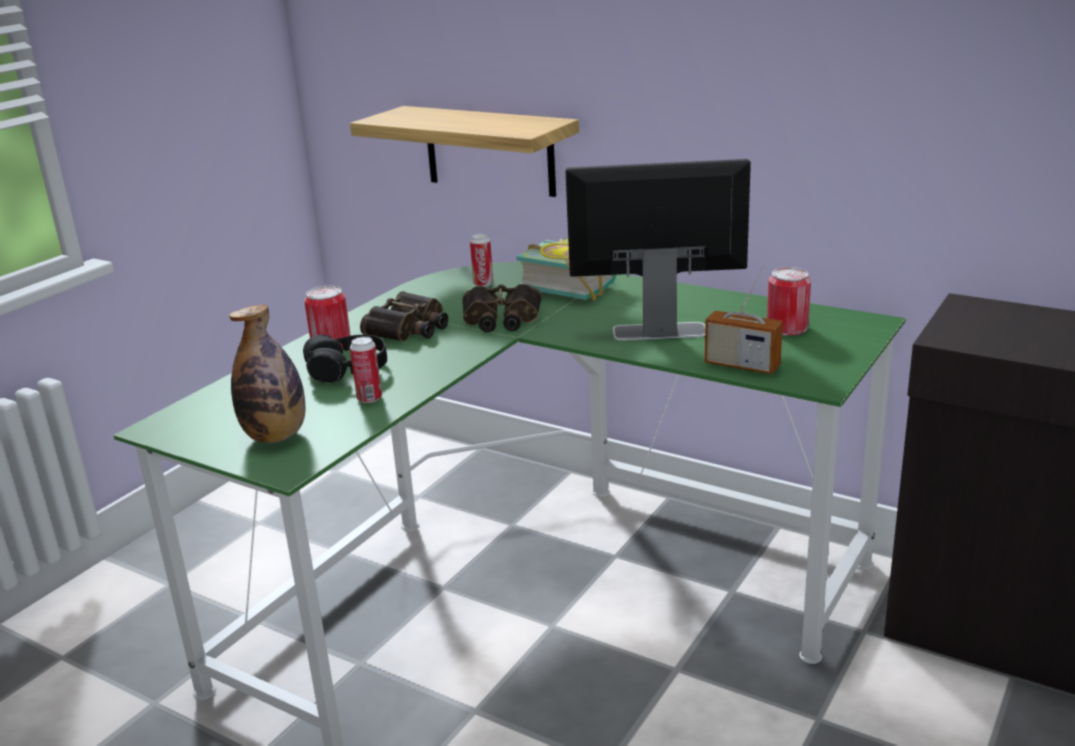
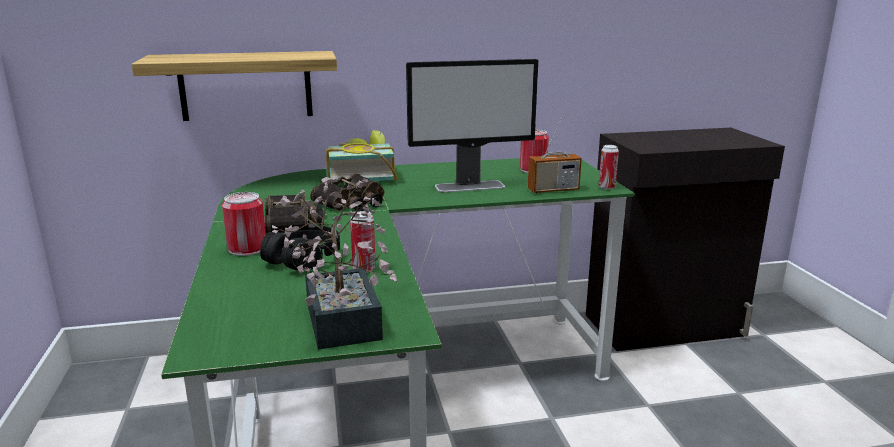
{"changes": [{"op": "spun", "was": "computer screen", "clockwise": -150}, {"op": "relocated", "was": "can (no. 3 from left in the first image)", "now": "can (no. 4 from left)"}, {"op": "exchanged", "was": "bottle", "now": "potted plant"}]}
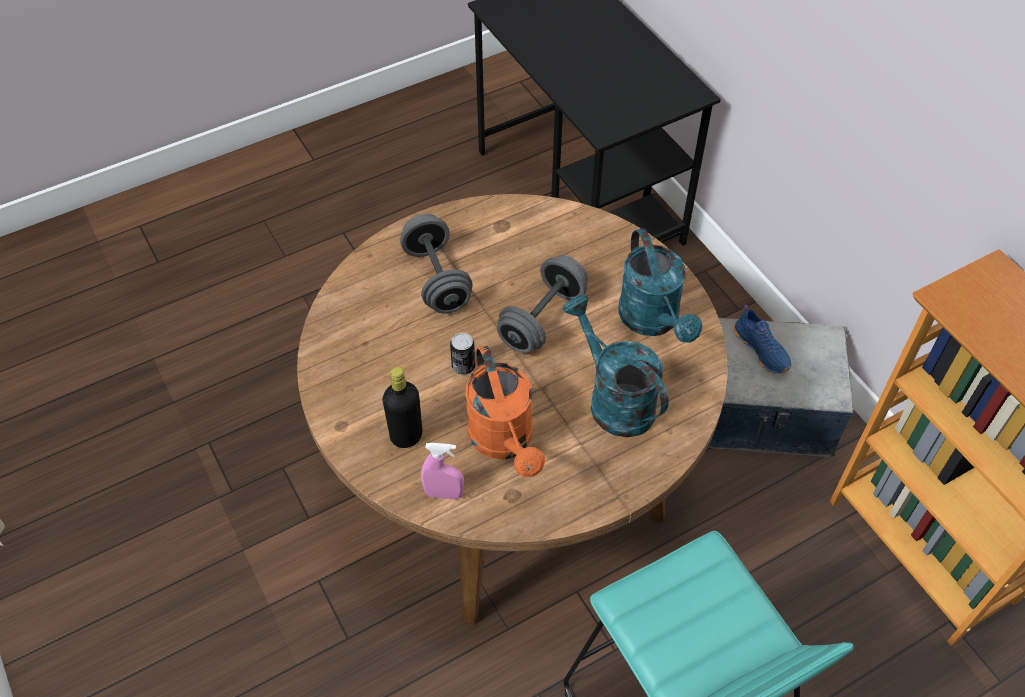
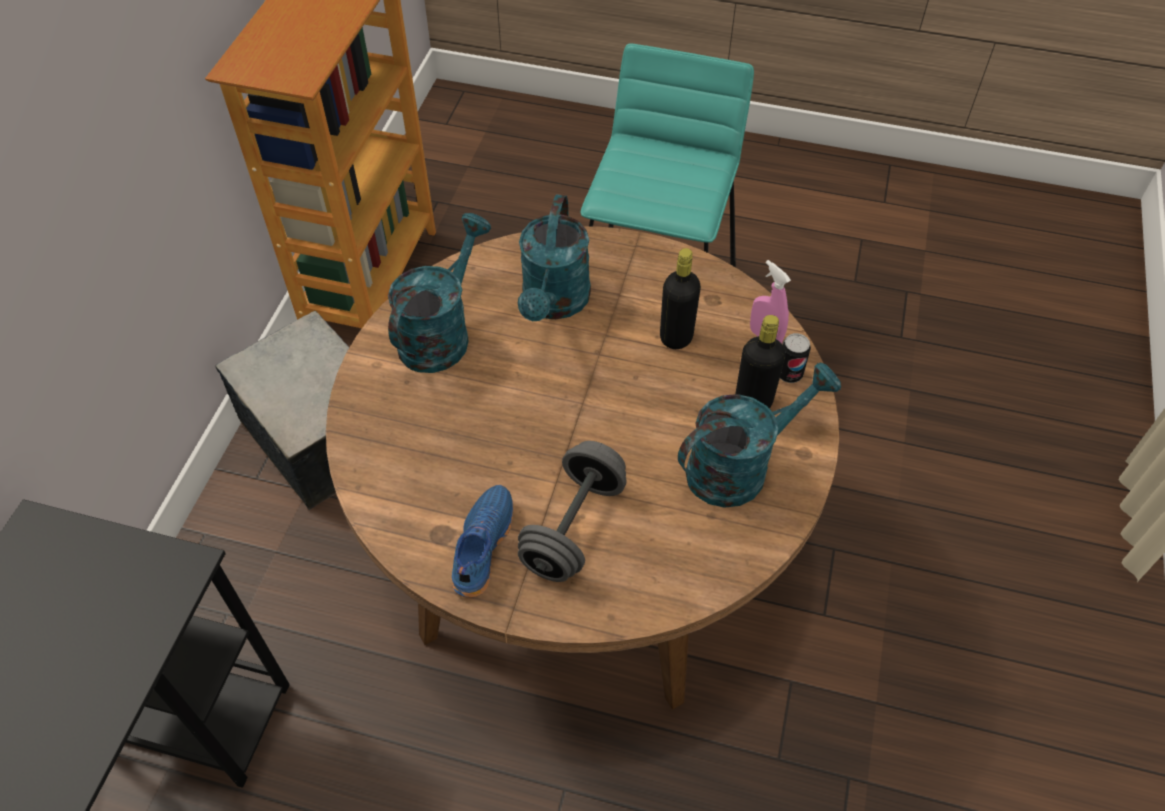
{"changes": [{"op": "missing", "was": "greyish hand weight (no. 2 from left)"}, {"op": "relocated", "was": "blue shoe"}, {"op": "relocated", "was": "can"}, {"op": "exchanged", "was": "orange-coloured watering can", "now": "black-coloured bottle (no. 1 from left)"}, {"op": "appeared", "now": "blue-green watering can (no. 3 from left)"}]}
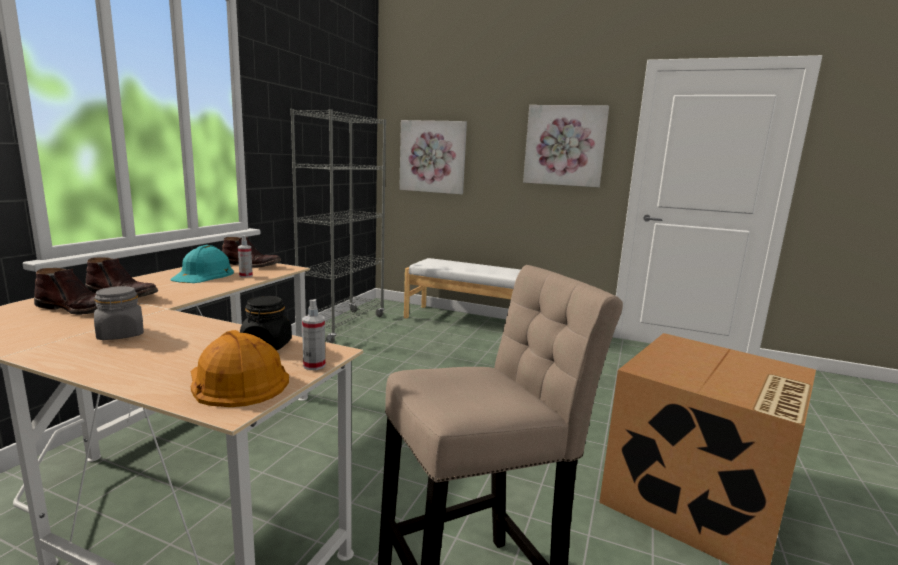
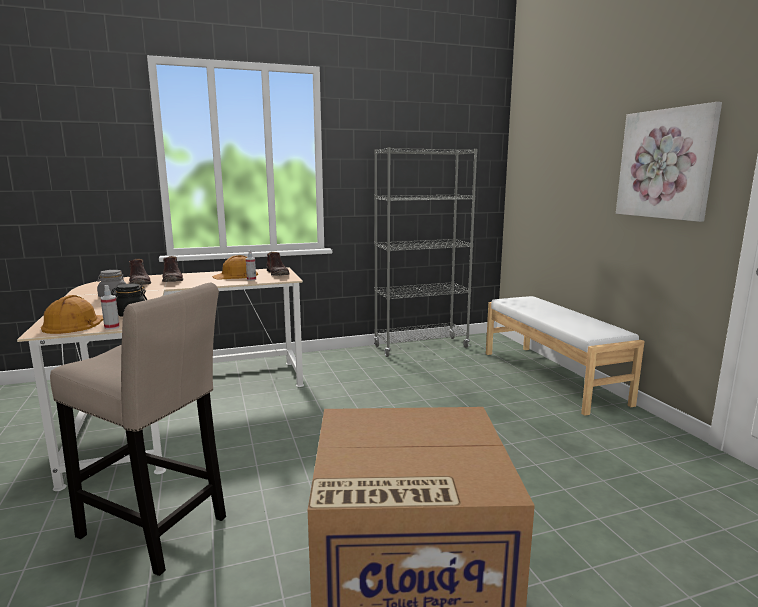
{"changes": [{"op": "missing", "was": "wall art (no. 1 from left)"}, {"op": "colour", "was": "blue-green hard hat", "now": "orange-coloured hard hat (no. 2 from left)"}]}
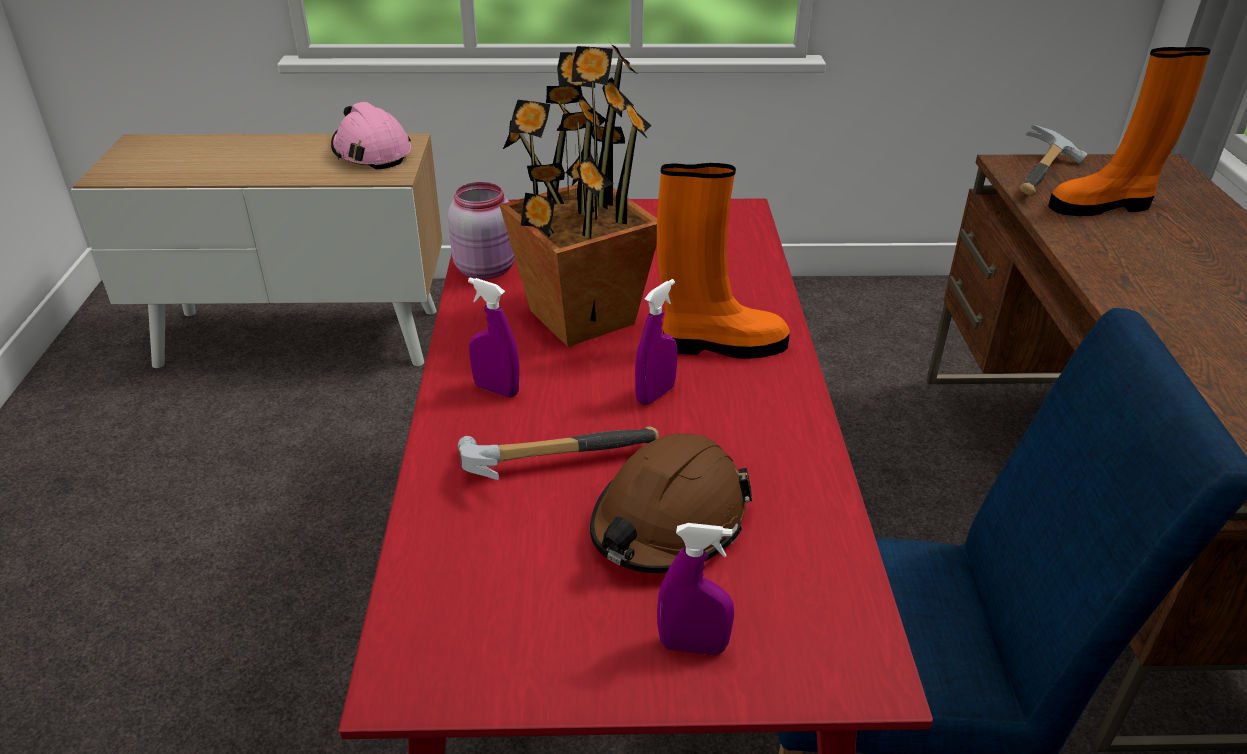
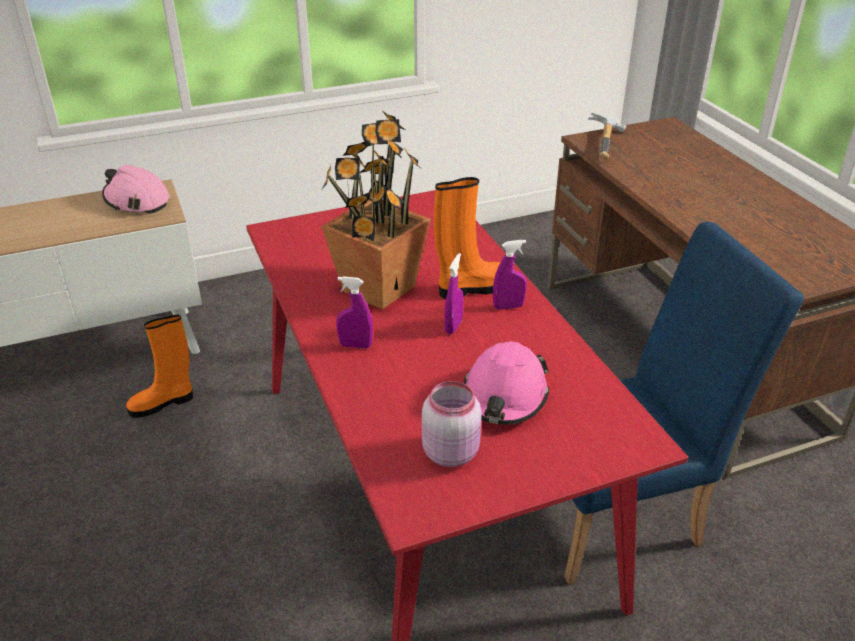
{"changes": [{"op": "relocated", "was": "orange-coloured tall boot (no. 2 from left in the first image)", "now": "orange-coloured tall boot (no. 1 from left)"}, {"op": "relocated", "was": "pink storage jar"}, {"op": "missing", "was": "hammer (no. 1 from left)"}, {"op": "colour", "was": "brown hard hat", "now": "pink hard hat (no. 2 from left)"}, {"op": "relocated", "was": "purple spray bottle (no. 3 from left)"}]}
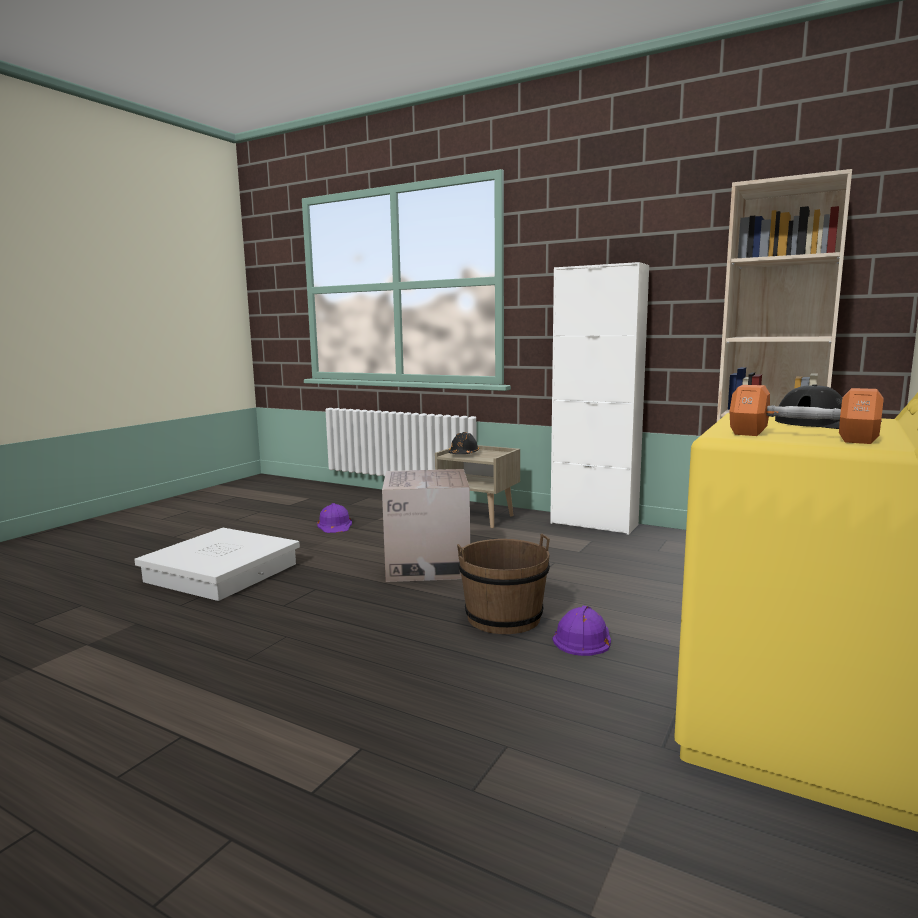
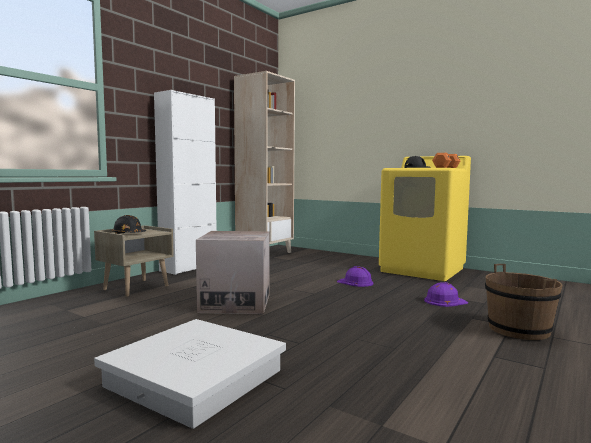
{"changes": [{"op": "relocated", "was": "purple hard hat (no. 1 from left in the first image)", "now": "purple hard hat (no. 2 from left)"}, {"op": "relocated", "was": "brown water bucket"}]}
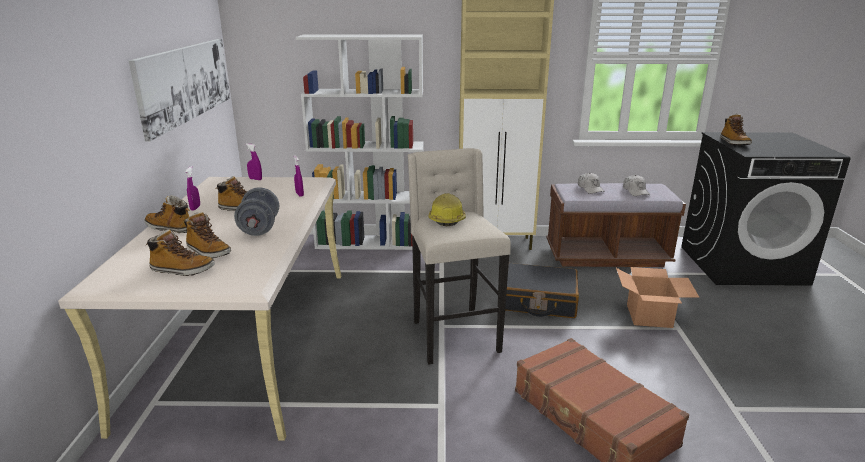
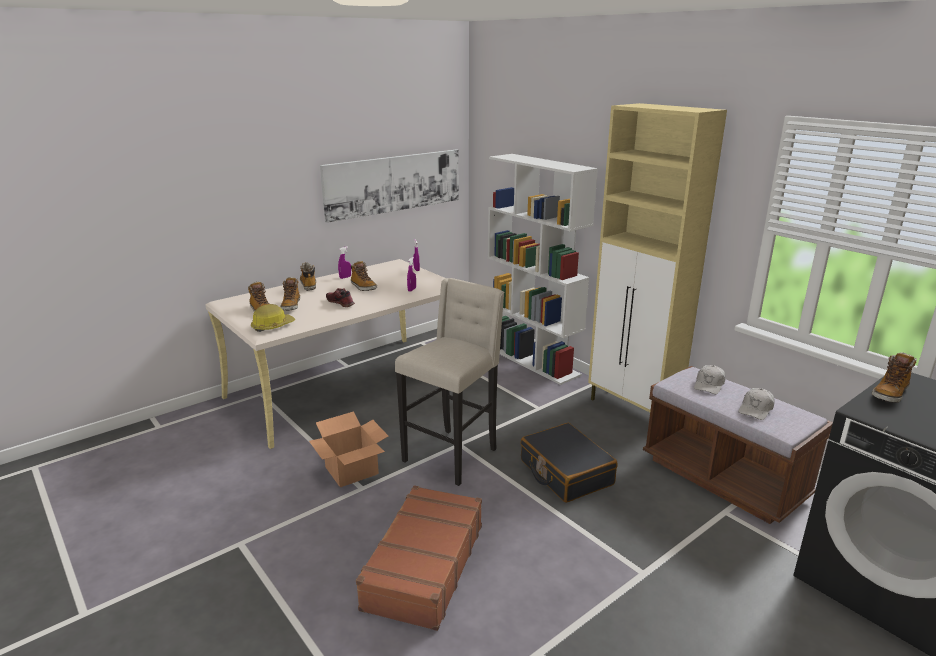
{"changes": [{"op": "exchanged", "was": "greyish hand weight", "now": "shoe"}, {"op": "relocated", "was": "hard hat"}, {"op": "relocated", "was": "carton"}]}
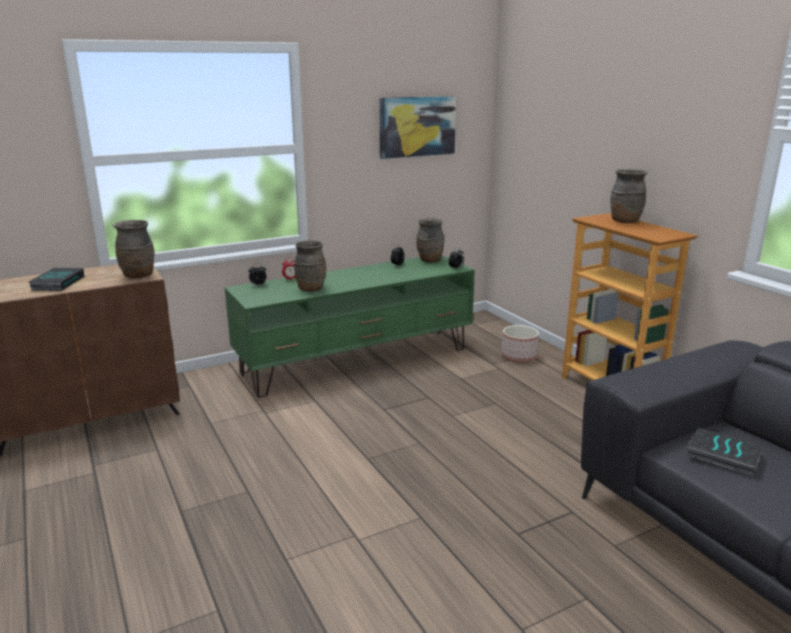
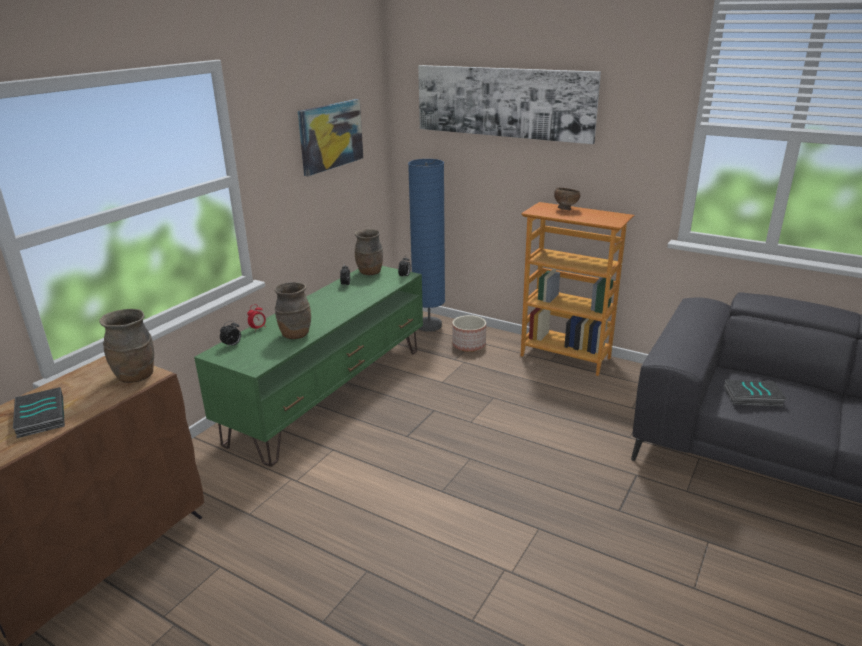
{"changes": [{"op": "exchanged", "was": "brown flower vase (no. 4 from left)", "now": "brown serving bowl"}, {"op": "appeared", "now": "wall art (no. 2 from left)"}, {"op": "appeared", "now": "blue standard lamp"}]}
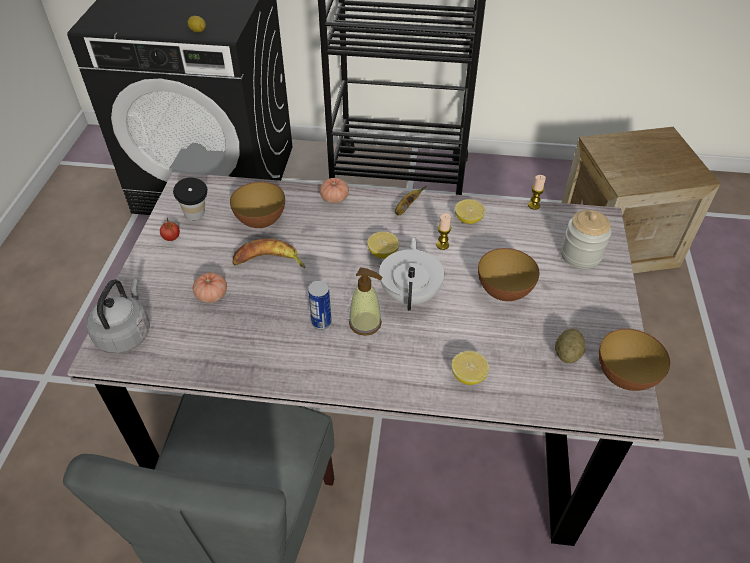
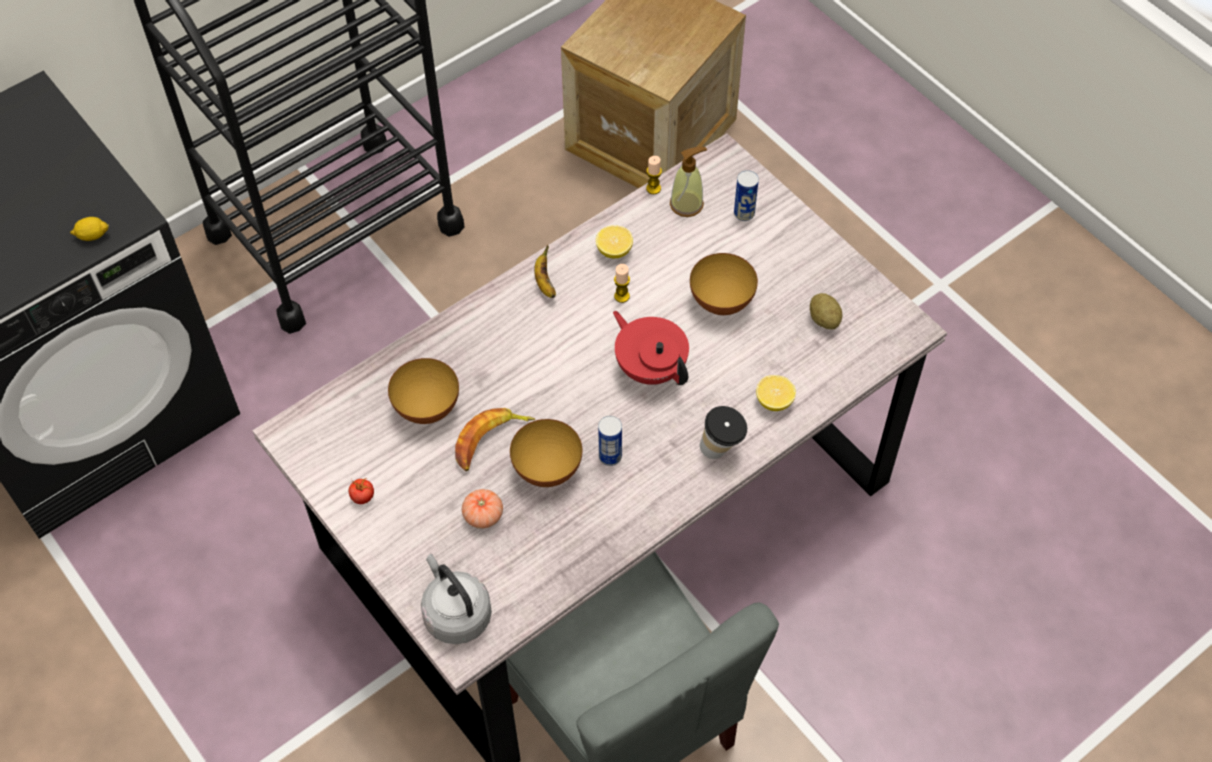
{"changes": [{"op": "relocated", "was": "drinking cup"}, {"op": "missing", "was": "whole tomato (no. 3 from left)"}, {"op": "exchanged", "was": "storage jar", "now": "can (no. 2 from left)"}, {"op": "missing", "was": "lemon (no. 2 from left)"}, {"op": "colour", "was": "whitish teapot", "now": "reddish teapot"}, {"op": "relocated", "was": "soap bottle"}, {"op": "relocated", "was": "serving bowl (no. 3 from left in the first image)", "now": "serving bowl (no. 2 from left)"}]}
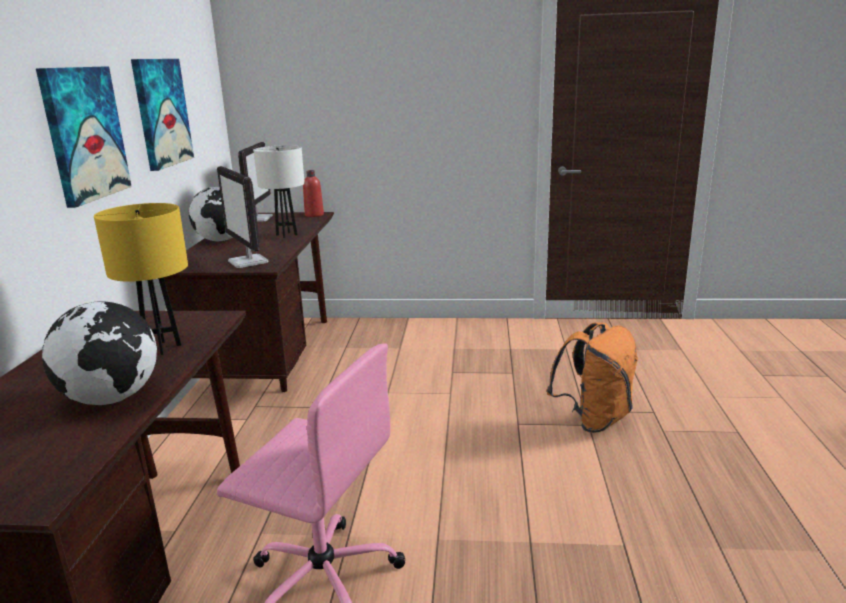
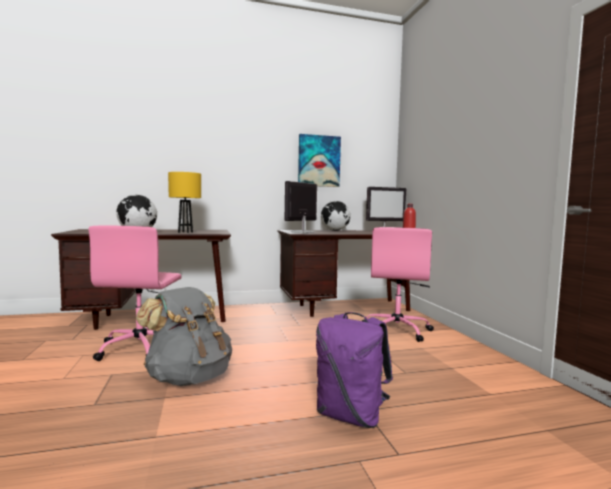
{"changes": [{"op": "missing", "was": "wall art (no. 1 from left)"}, {"op": "missing", "was": "whitish lamp for a table"}, {"op": "colour", "was": "orange-coloured rucksack", "now": "purple rucksack"}, {"op": "appeared", "now": "pink desk chair (no. 2 from left)"}, {"op": "appeared", "now": "greyish rucksack"}]}
